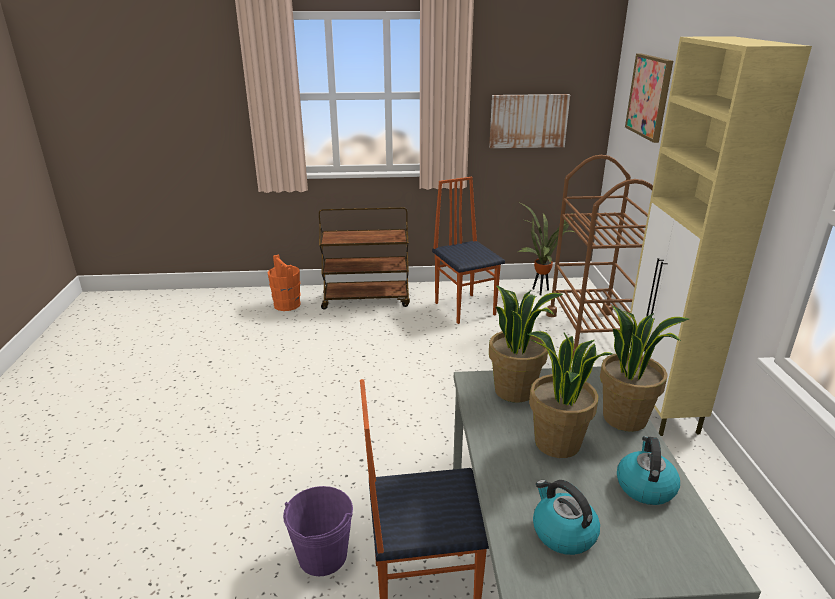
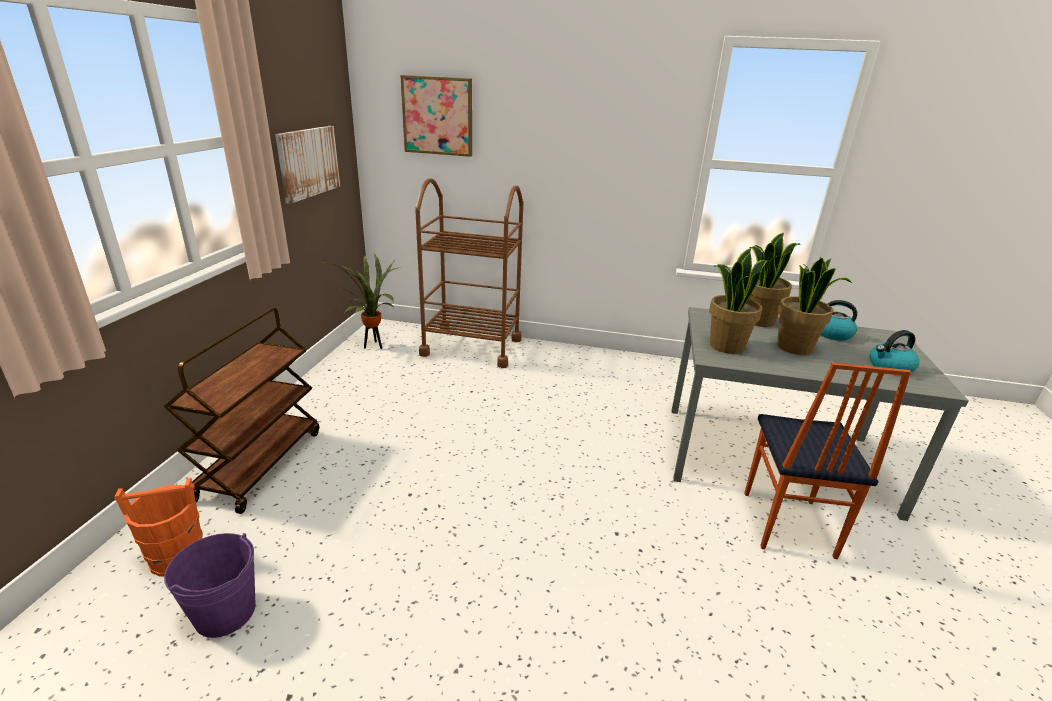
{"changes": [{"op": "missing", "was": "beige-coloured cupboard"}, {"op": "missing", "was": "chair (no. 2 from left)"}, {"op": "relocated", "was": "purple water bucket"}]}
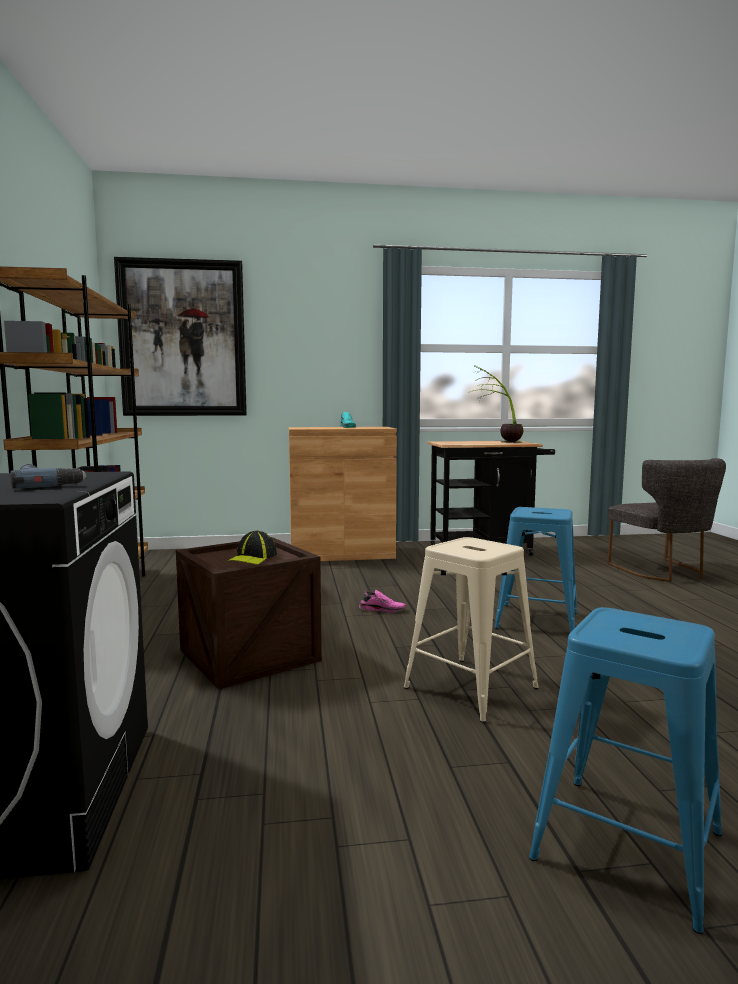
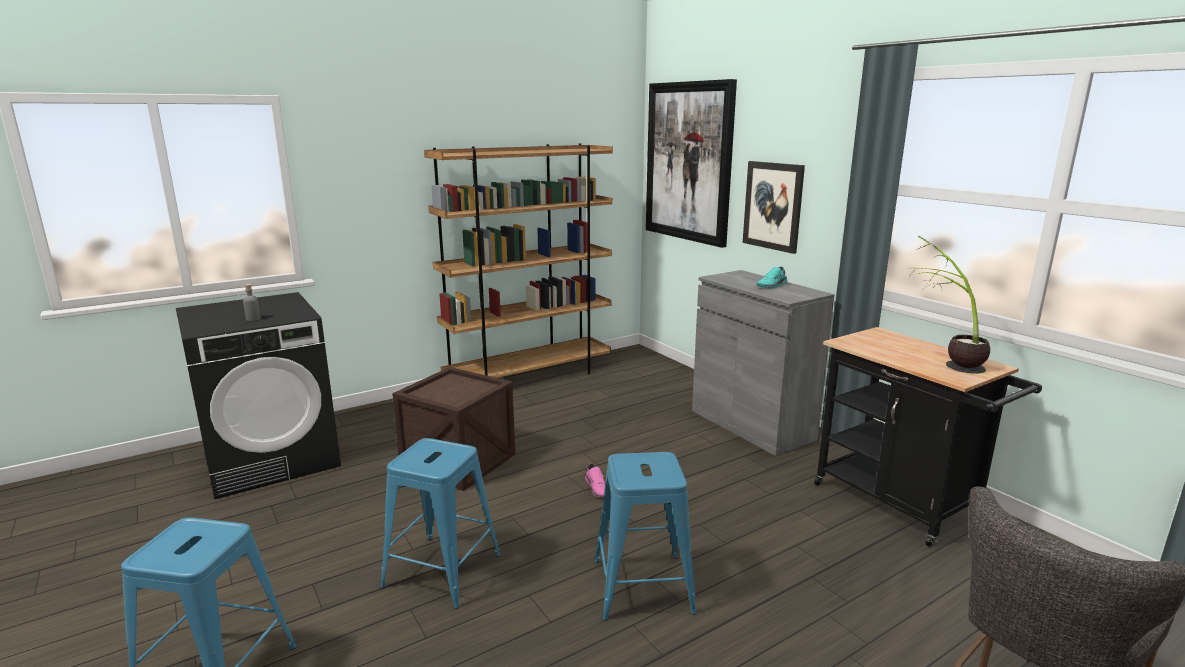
{"changes": [{"op": "colour", "was": "brown cupboard", "now": "greyish cupboard"}, {"op": "exchanged", "was": "power drill", "now": "greyish bottle"}, {"op": "missing", "was": "cap"}, {"op": "colour", "was": "beige-coloured stool seat", "now": "blue stool seat (no. 2 from left)"}, {"op": "appeared", "now": "wall art (no. 2 from left)"}]}
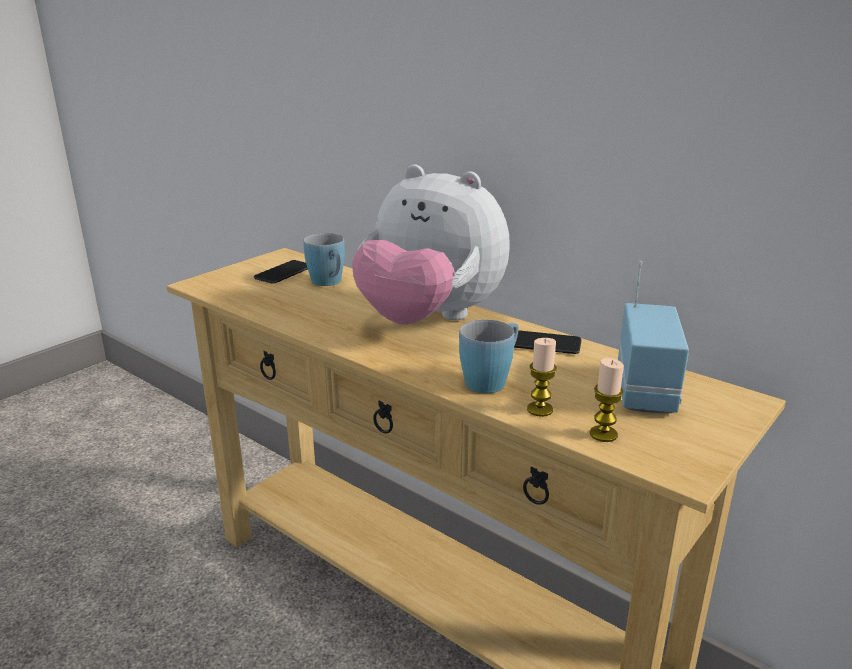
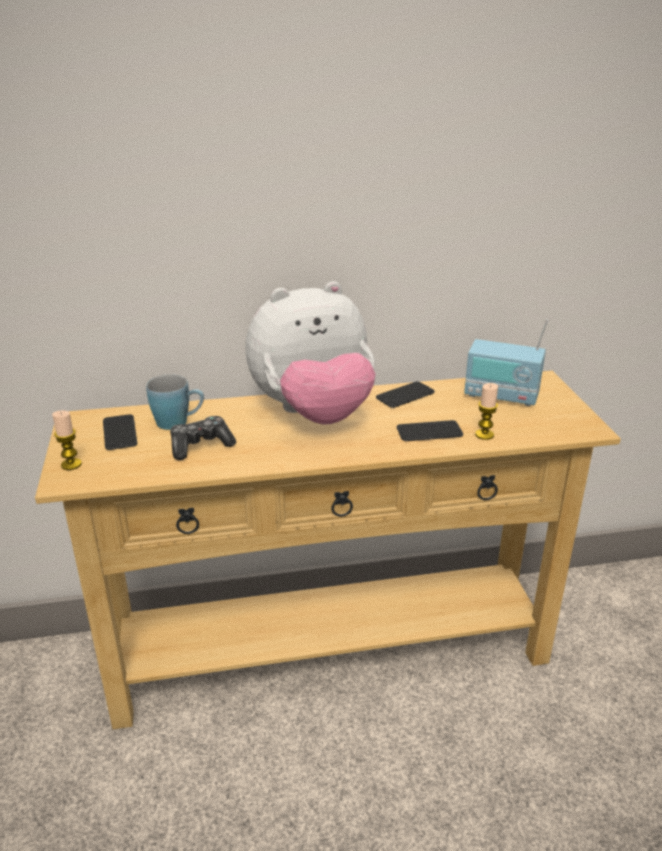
{"changes": [{"op": "spun", "was": "radio", "clockwise": 150}, {"op": "exchanged", "was": "blue coffee mug (no. 2 from left)", "now": "phone (no. 3 from left)"}, {"op": "relocated", "was": "candle (no. 2 from left in the first image)", "now": "candle (no. 1 from left)"}, {"op": "appeared", "now": "game controller"}]}
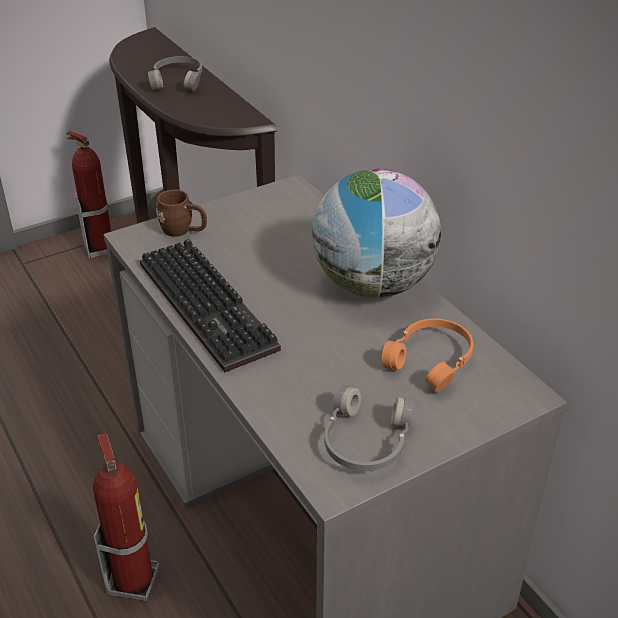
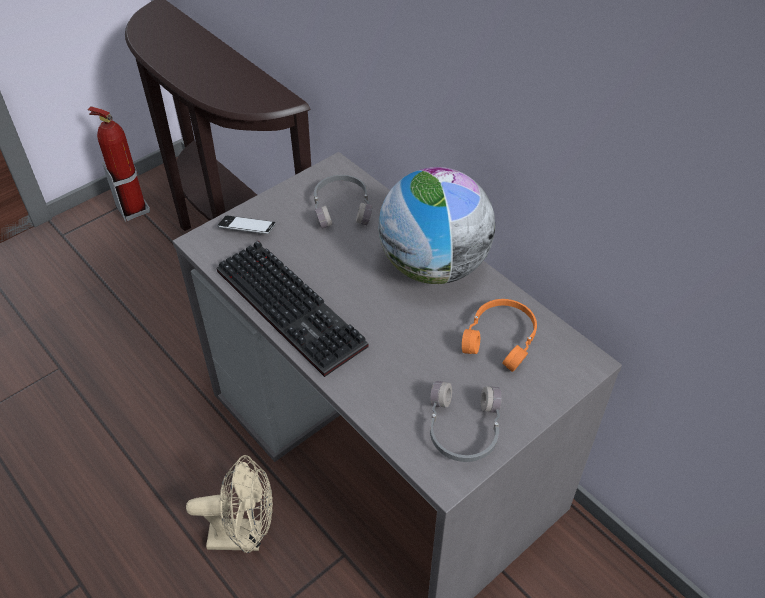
{"changes": [{"op": "relocated", "was": "greyish pair of headphones (no. 1 from left)"}, {"op": "exchanged", "was": "brown coffee mug", "now": "phone"}, {"op": "exchanged", "was": "fire extinguisher (no. 2 from left)", "now": "beige-coloured electric fan"}]}
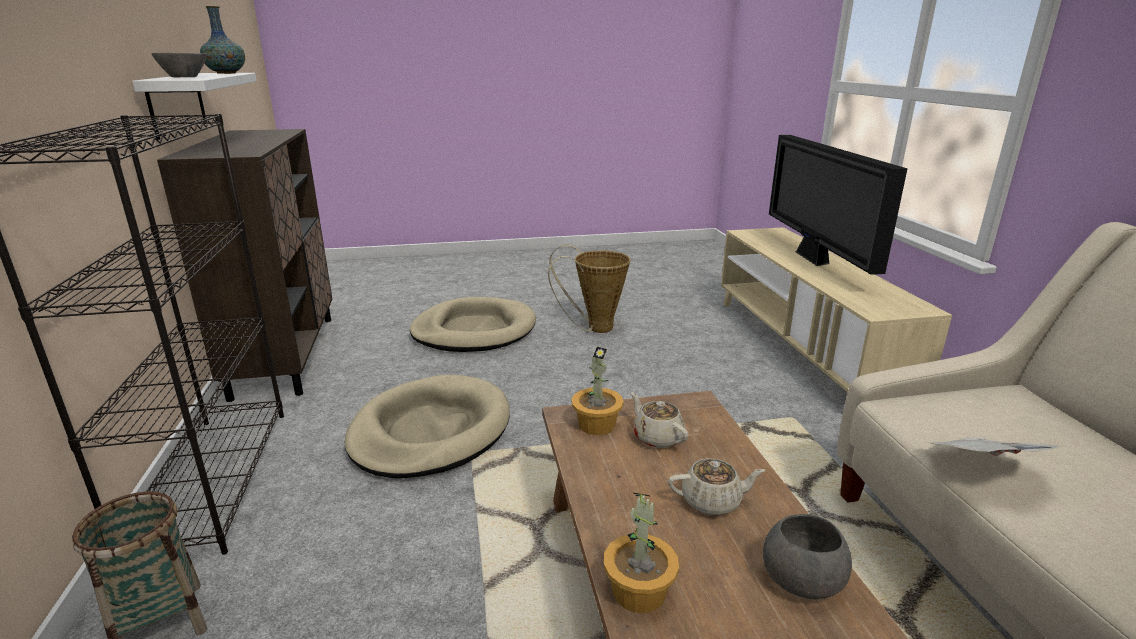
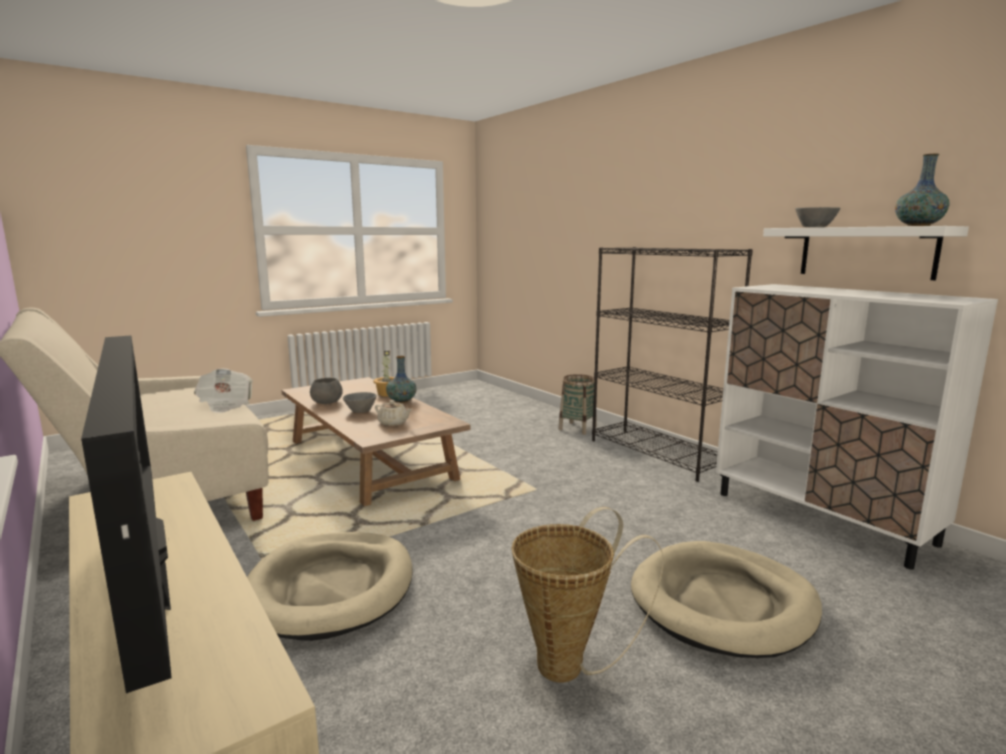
{"changes": [{"op": "colour", "was": "brown cupboard", "now": "whitish cupboard"}, {"op": "missing", "was": "potted plant (no. 1 from left)"}, {"op": "relocated", "was": "beige-coloured dog cushion (no. 1 from left)"}, {"op": "exchanged", "was": "beige-coloured teapot (no. 2 from left)", "now": "greyish serving bowl (no. 2 from left)"}, {"op": "appeared", "now": "flower vase (no. 1 from left)"}]}
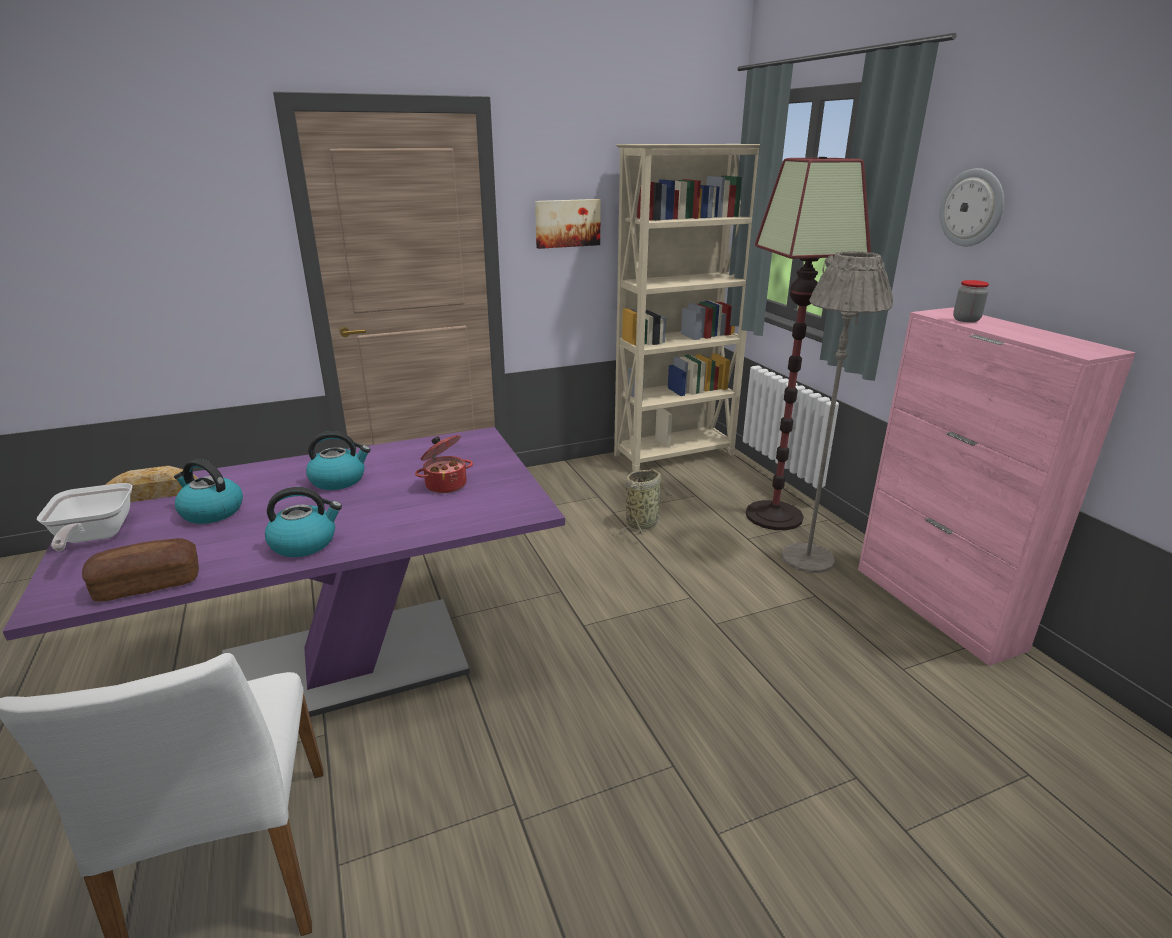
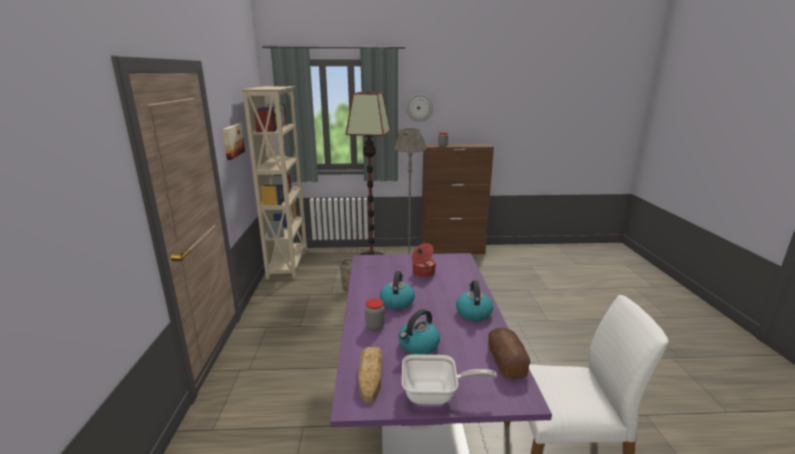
{"changes": [{"op": "colour", "was": "pink cupboard", "now": "brown cupboard"}, {"op": "appeared", "now": "storage jar (no. 1 from left)"}]}
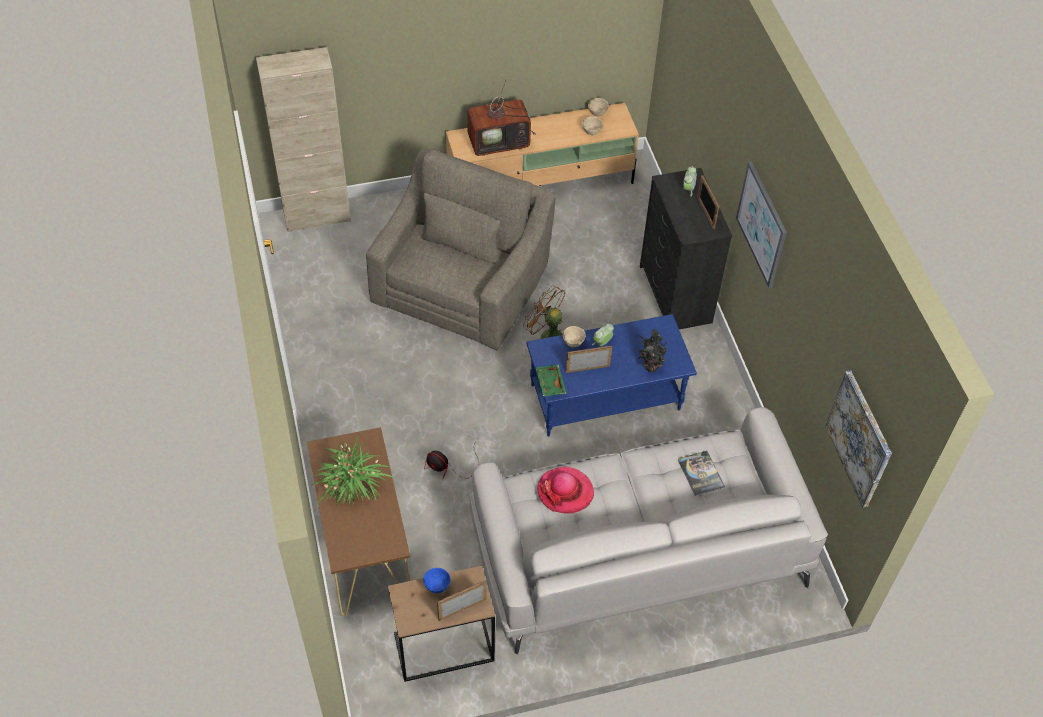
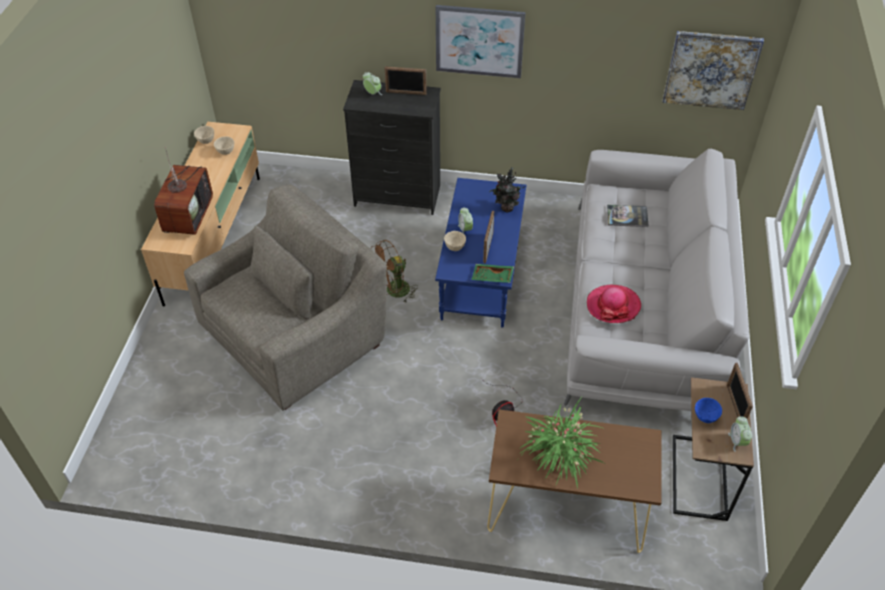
{"changes": [{"op": "missing", "was": "beige-coloured cupboard"}, {"op": "spun", "was": "greyish easy chair", "clockwise": 90}, {"op": "appeared", "now": "alarm clock (no. 3 from left)"}]}
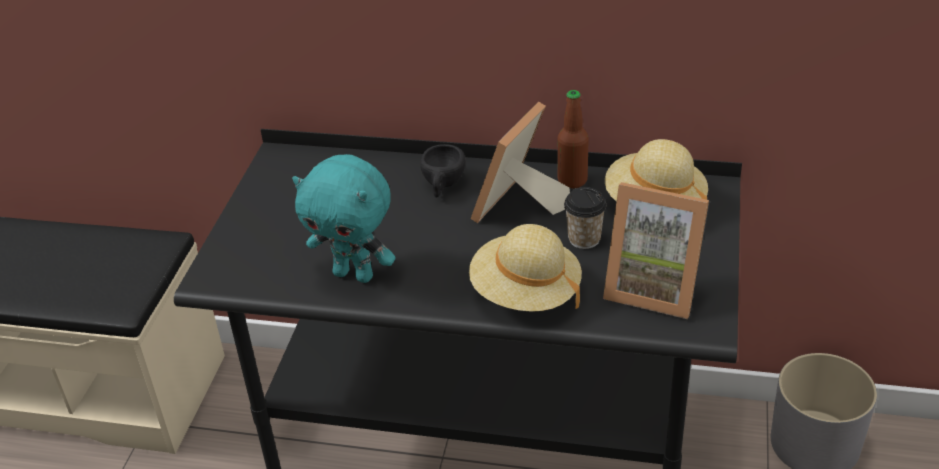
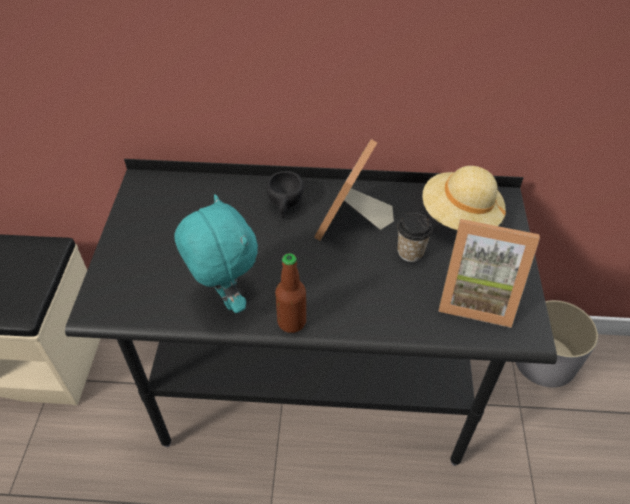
{"changes": [{"op": "relocated", "was": "bottle"}, {"op": "spun", "was": "blue-green plush toy", "clockwise": -135}, {"op": "missing", "was": "beige-coloured hat (no. 1 from left)"}]}
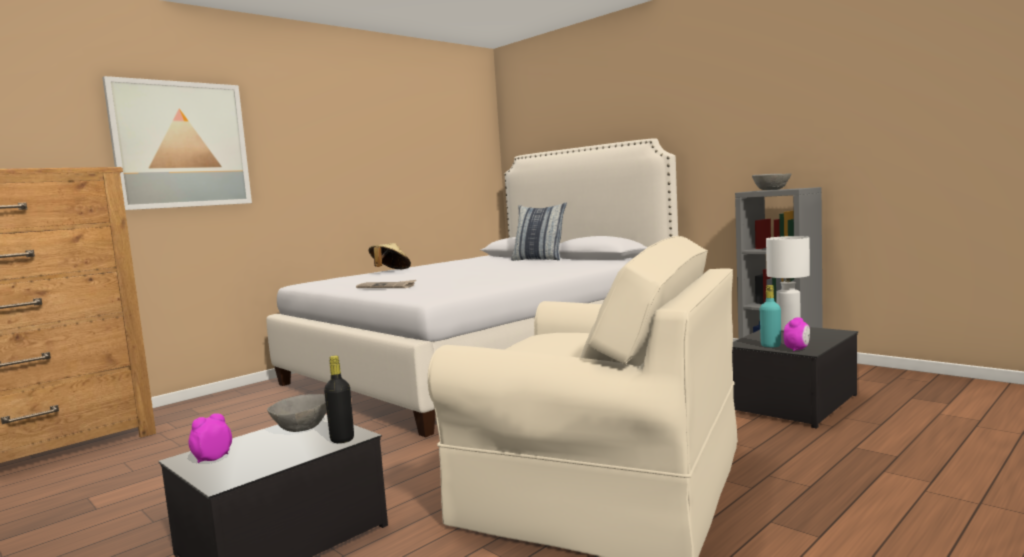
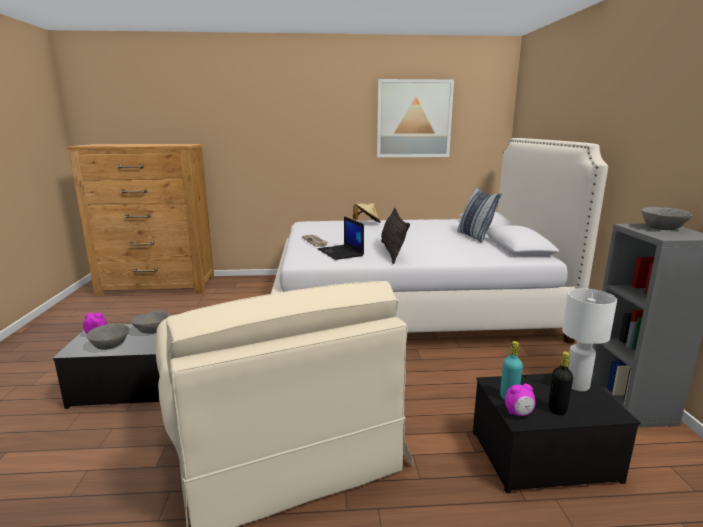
{"changes": [{"op": "relocated", "was": "wall art"}, {"op": "relocated", "was": "black-coloured bottle"}, {"op": "appeared", "now": "cushion (no. 1 from left)"}, {"op": "appeared", "now": "notebook computer"}, {"op": "appeared", "now": "greyish serving bowl (no. 1 from left)"}]}
